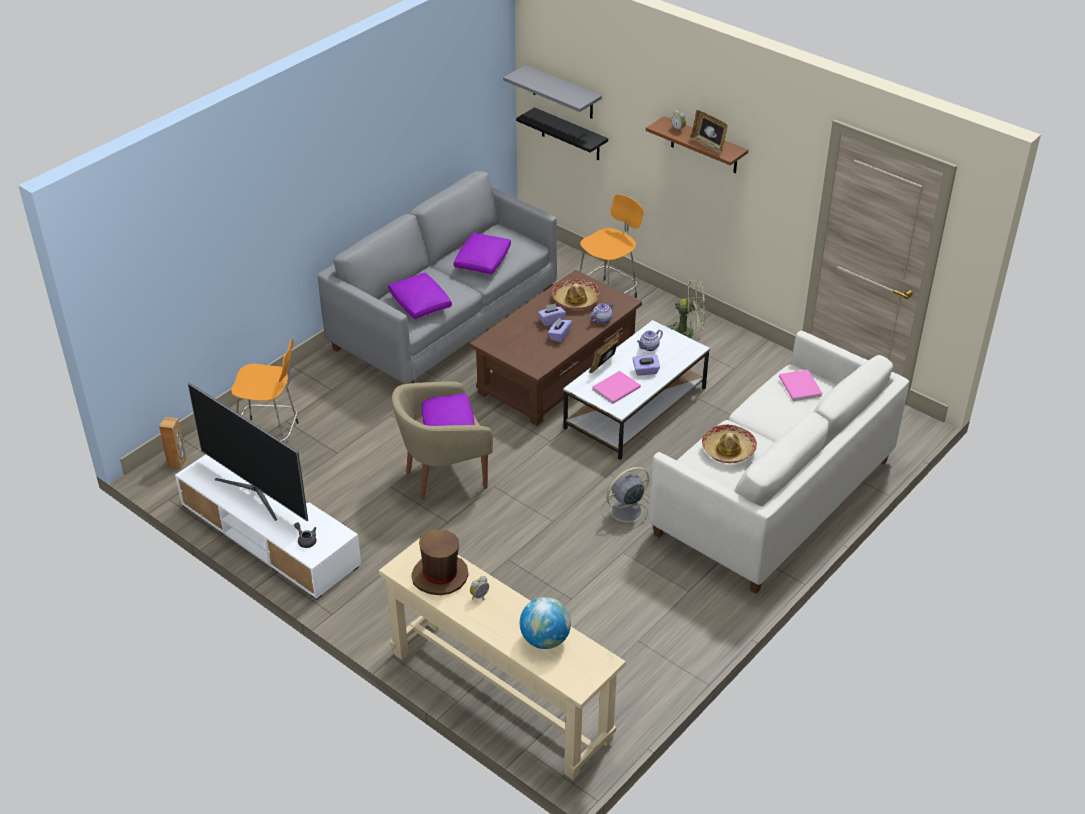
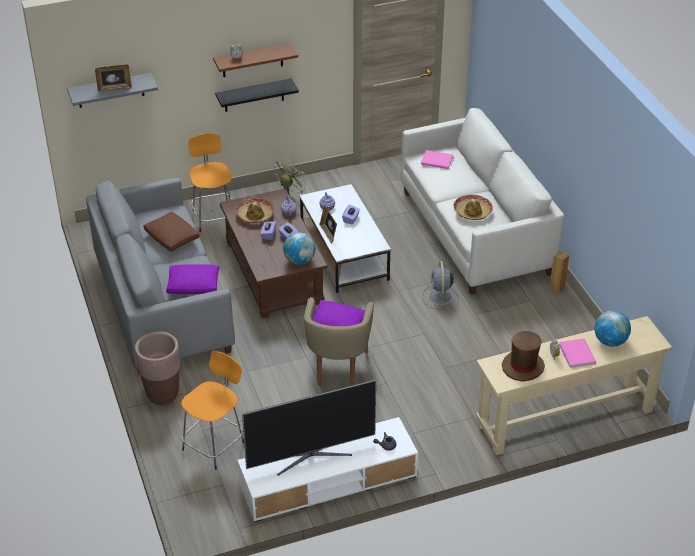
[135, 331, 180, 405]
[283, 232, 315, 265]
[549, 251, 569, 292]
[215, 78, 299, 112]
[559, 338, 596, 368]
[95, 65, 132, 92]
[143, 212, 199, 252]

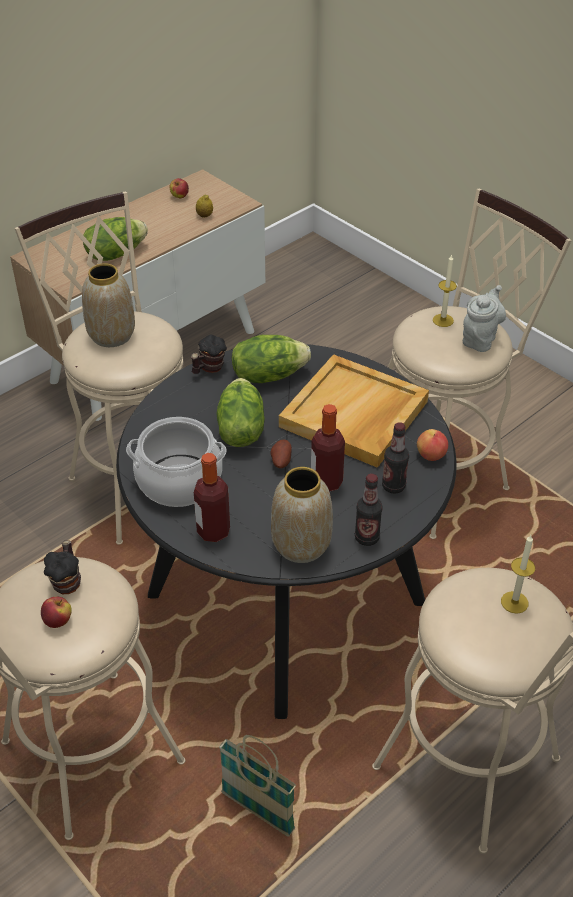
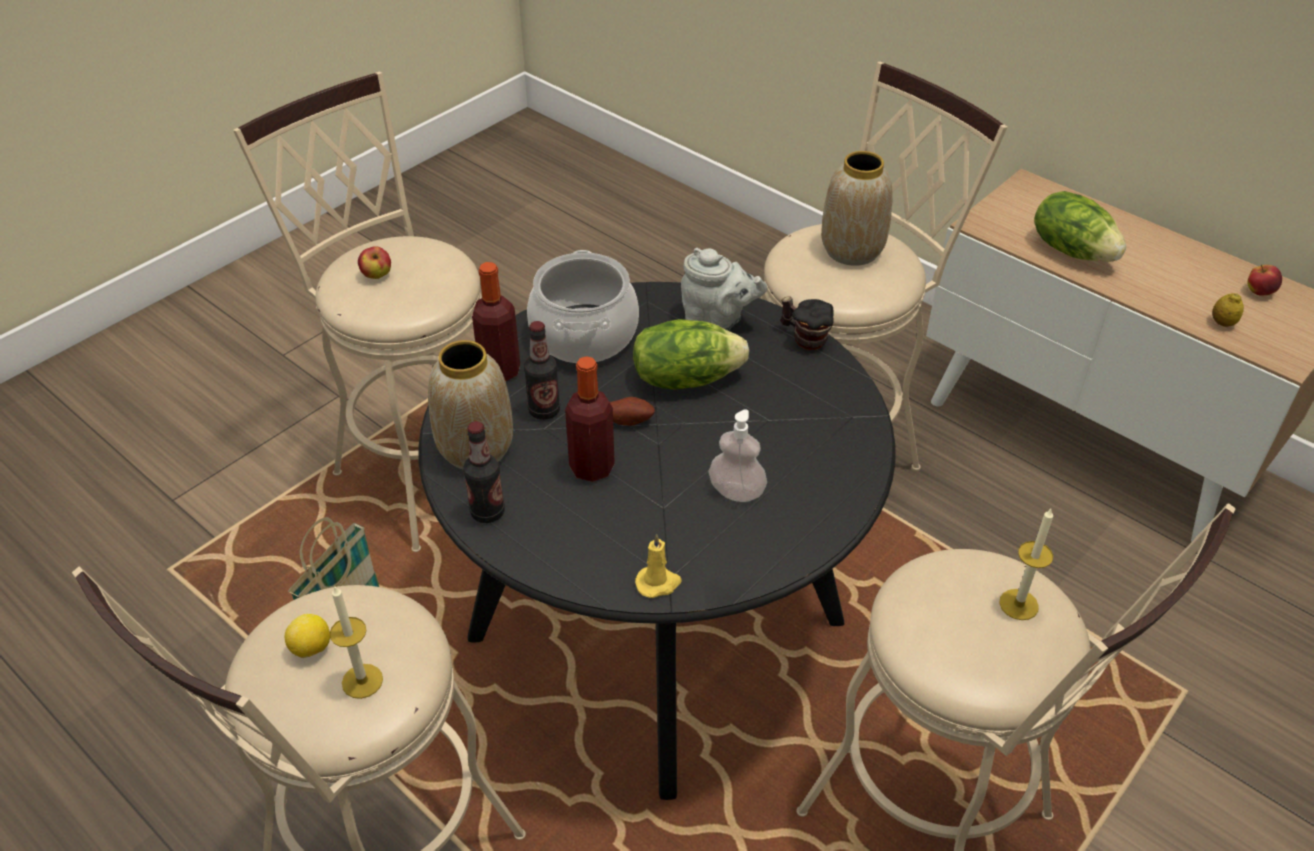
[44, 540, 81, 594] (first image)
[232, 335, 311, 383] (first image)
[285, 614, 330, 658]
[524, 321, 560, 420]
[681, 248, 768, 331]
[708, 409, 767, 502]
[635, 534, 682, 598]

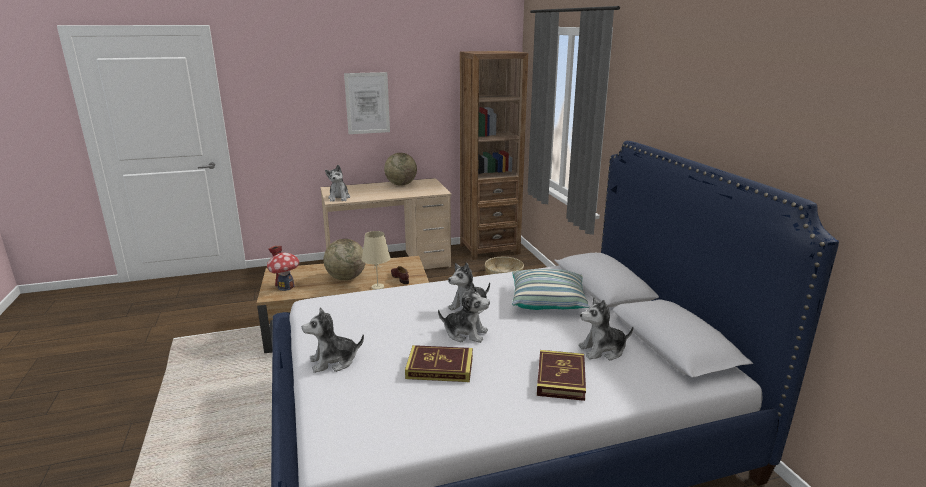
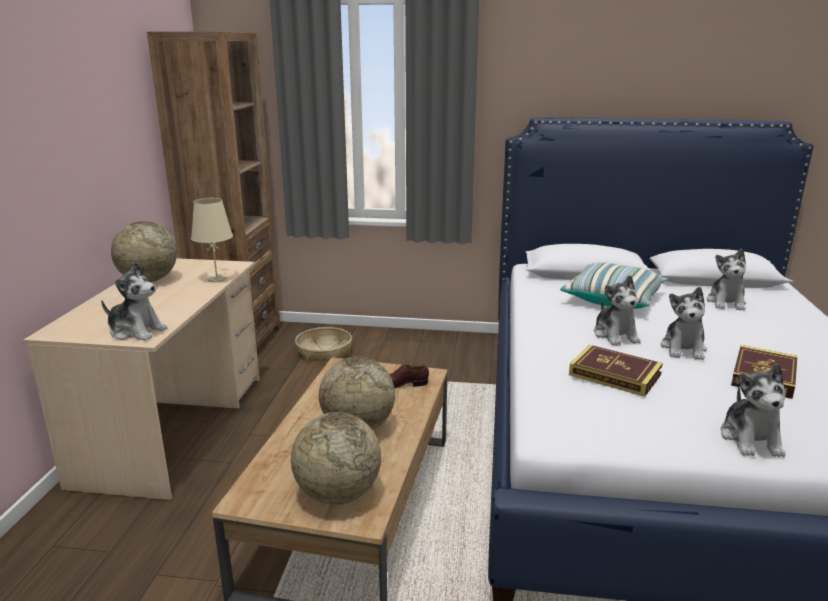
[344, 72, 390, 134] (first image)
[191, 198, 233, 282]
[569, 345, 663, 397]
[291, 412, 381, 505]
[661, 287, 707, 360]

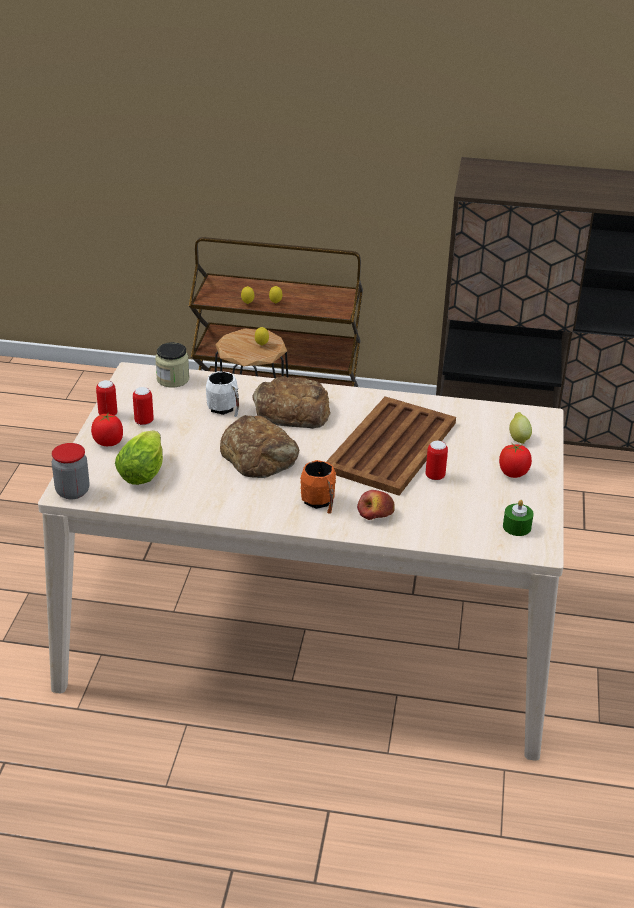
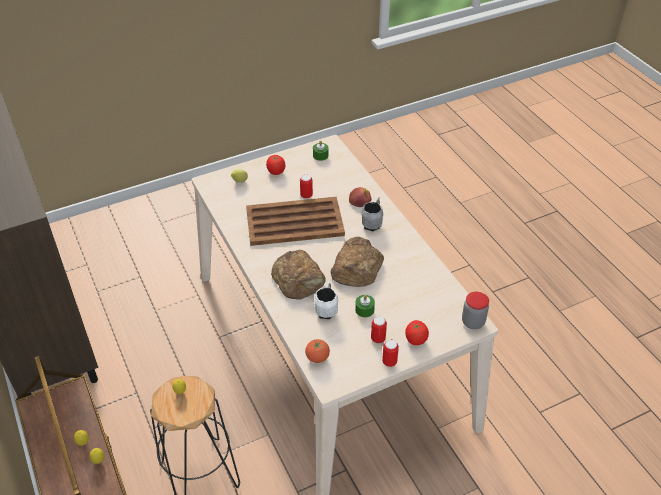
[115, 431, 163, 485] (first image)
[355, 295, 375, 318]
[305, 339, 330, 363]
[361, 197, 383, 231]

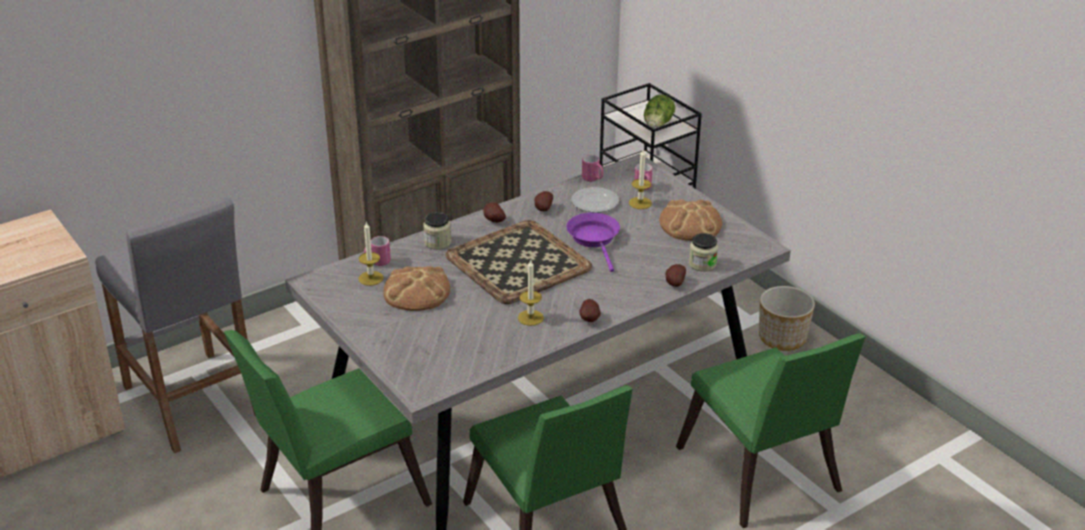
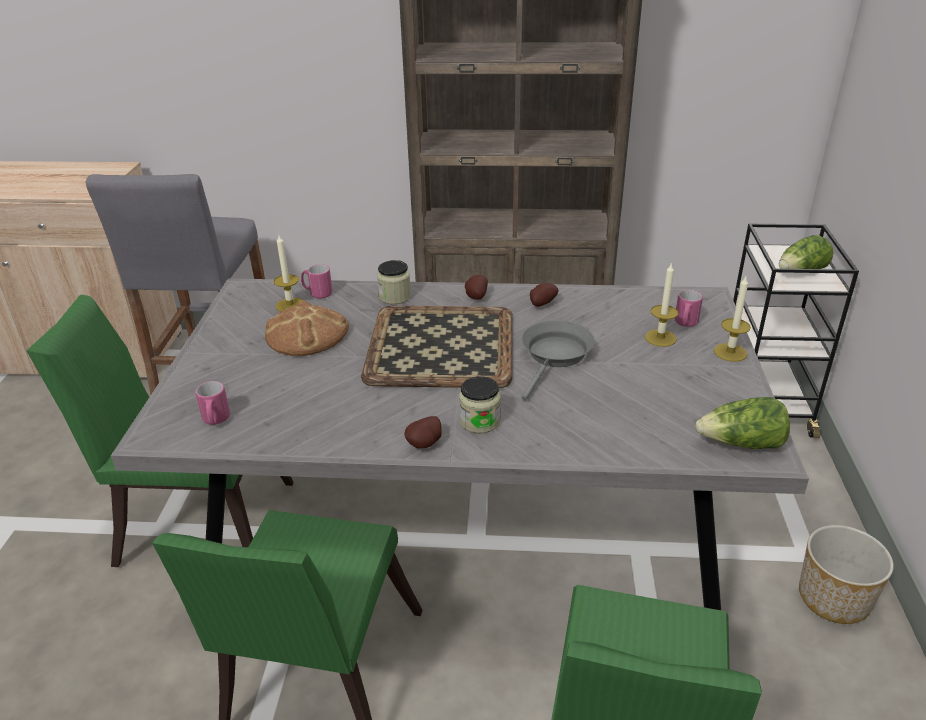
[571, 187, 619, 213] (first image)
[659, 199, 722, 241] (first image)
[665, 264, 686, 287] (first image)
[696, 397, 790, 449]
[714, 277, 751, 362]
[195, 381, 230, 425]
[459, 376, 501, 433]
[522, 320, 595, 400]

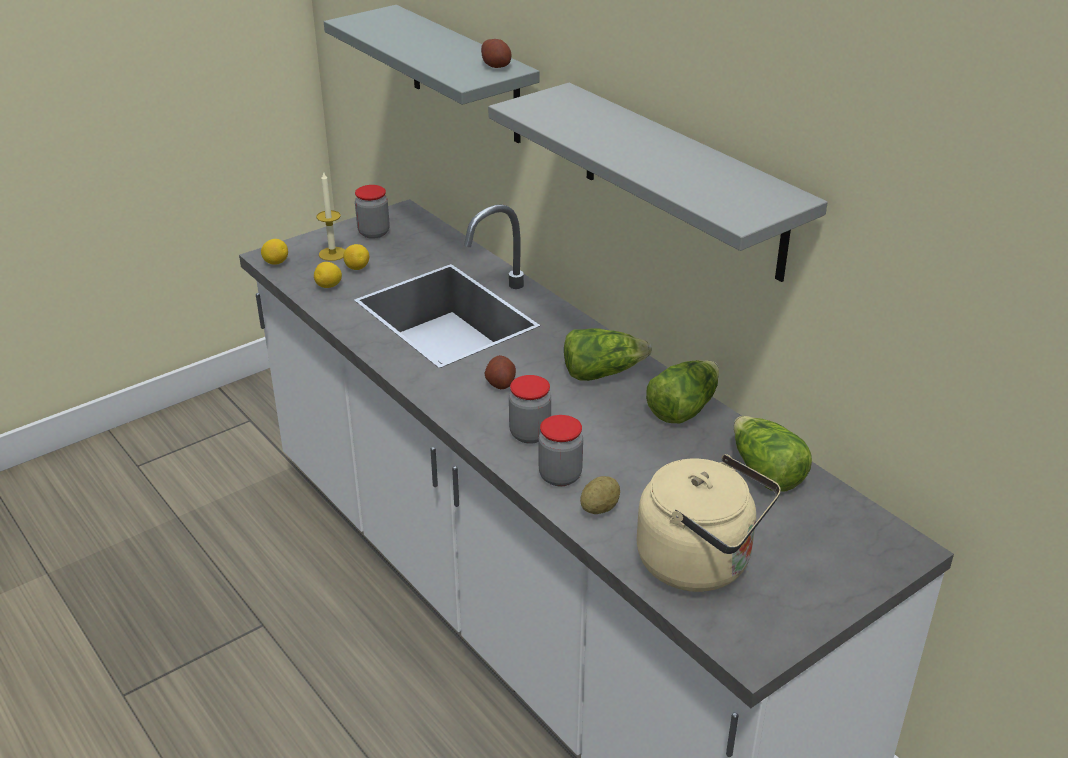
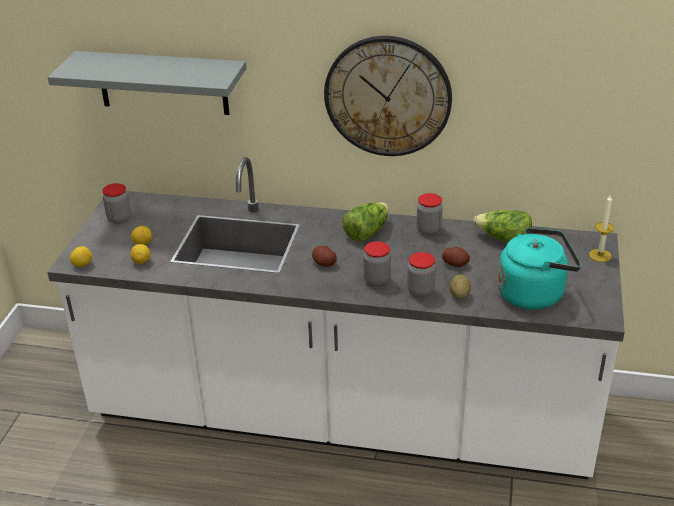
[589, 194, 615, 262]
[442, 247, 470, 267]
[324, 36, 452, 156]
[416, 193, 443, 235]
[497, 228, 581, 310]

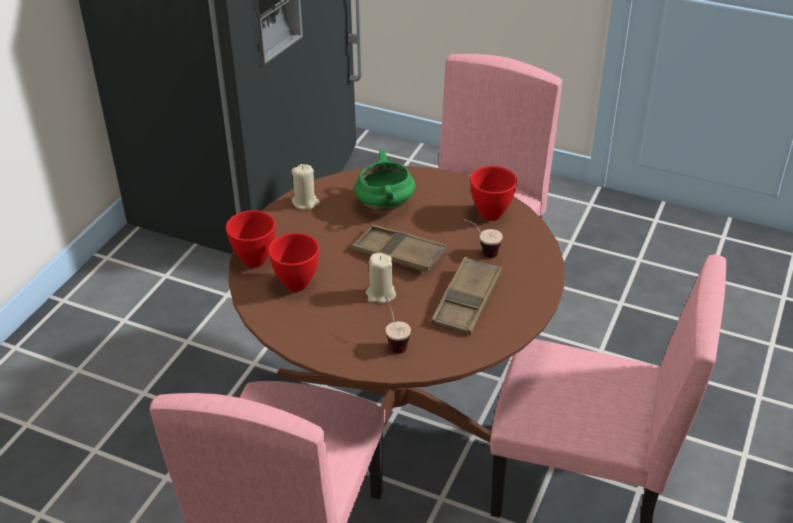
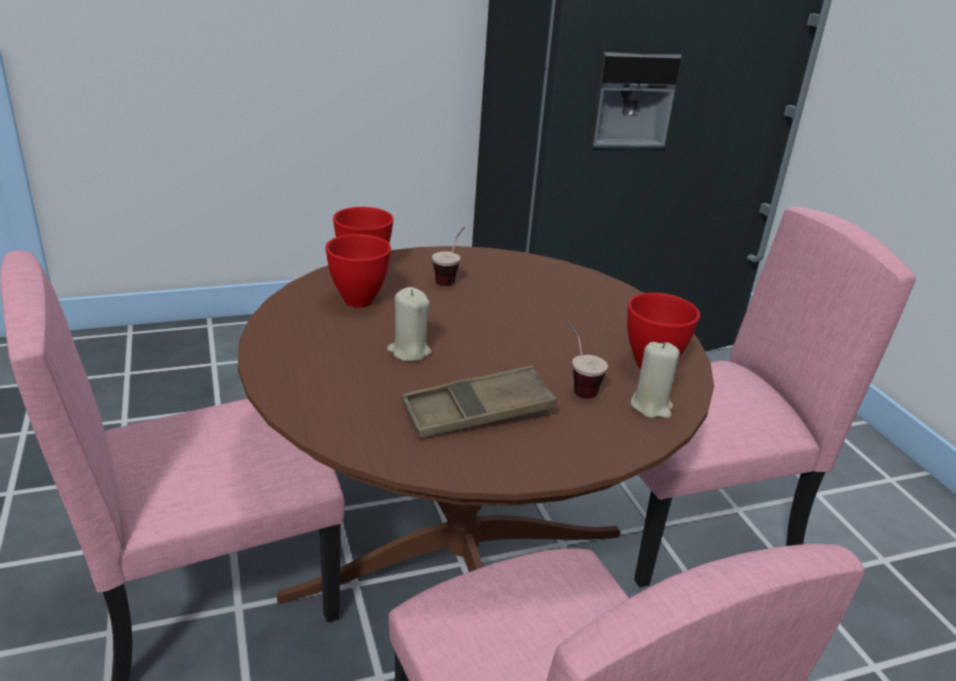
[352, 224, 447, 272] (first image)
[354, 150, 416, 211] (first image)
[631, 342, 680, 418]
[432, 227, 465, 286]

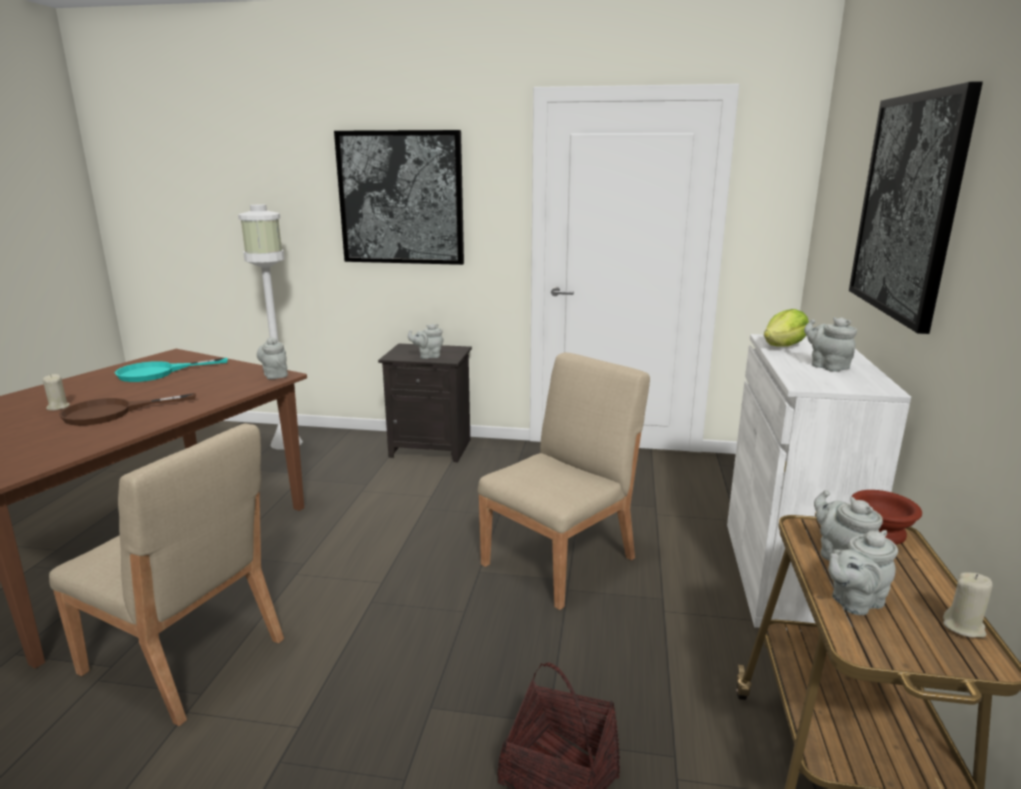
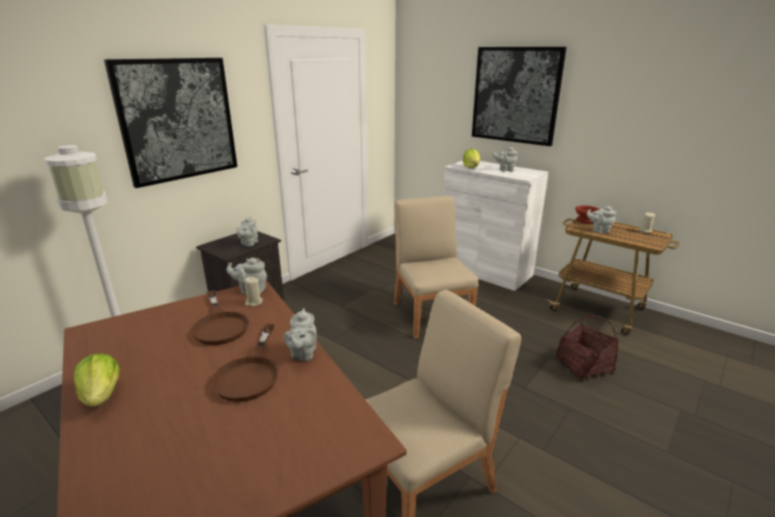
[115, 358, 228, 382] (first image)
[74, 353, 120, 407]
[191, 290, 249, 345]
[245, 277, 263, 306]
[284, 308, 317, 361]

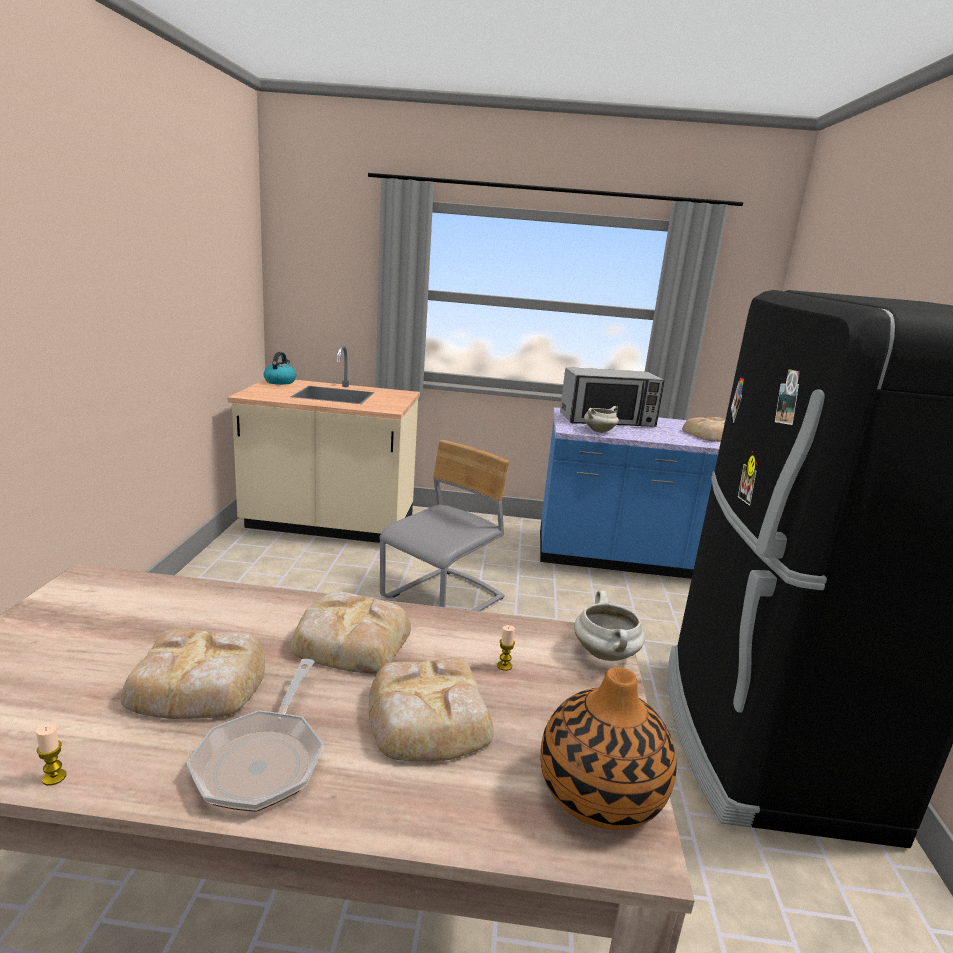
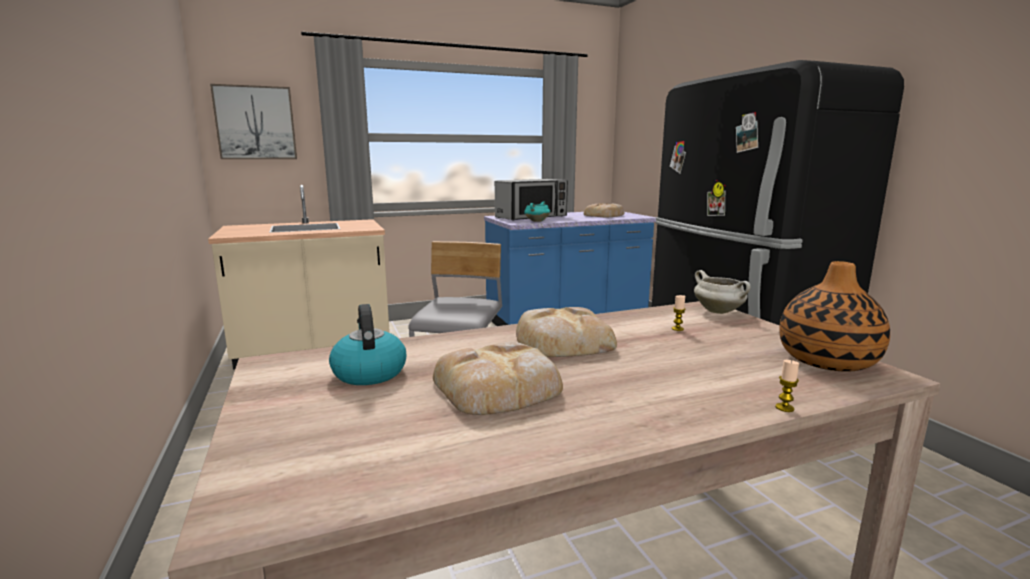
[187, 659, 324, 812] (first image)
[369, 657, 494, 762] (first image)
[210, 84, 297, 159]
[775, 360, 799, 412]
[329, 304, 406, 385]
[524, 201, 550, 222]

